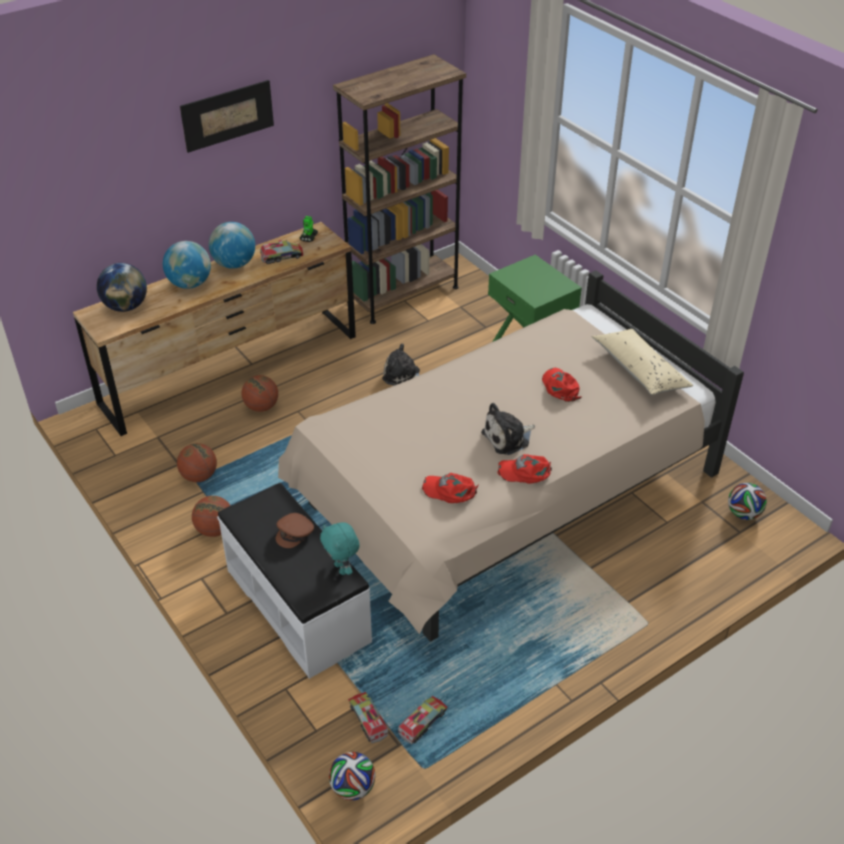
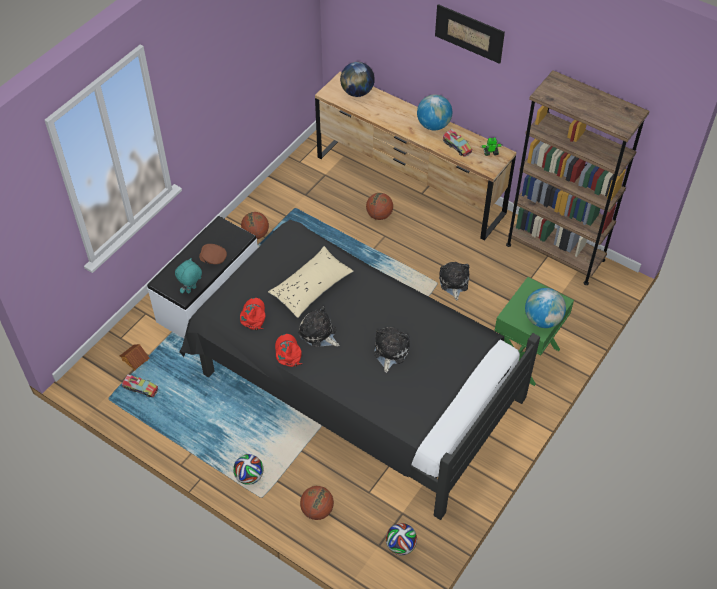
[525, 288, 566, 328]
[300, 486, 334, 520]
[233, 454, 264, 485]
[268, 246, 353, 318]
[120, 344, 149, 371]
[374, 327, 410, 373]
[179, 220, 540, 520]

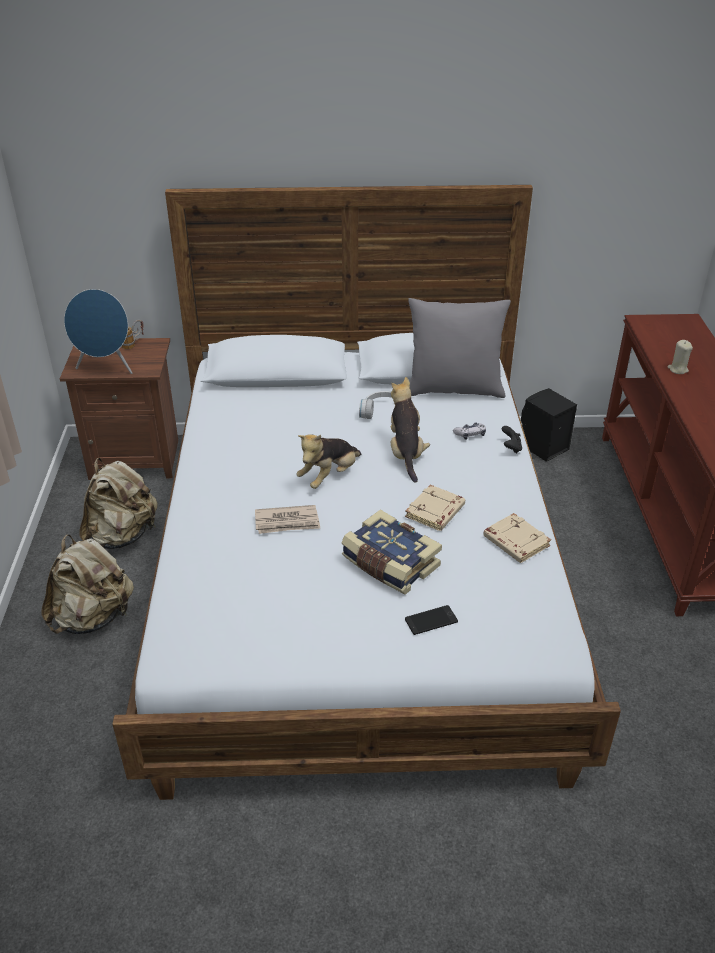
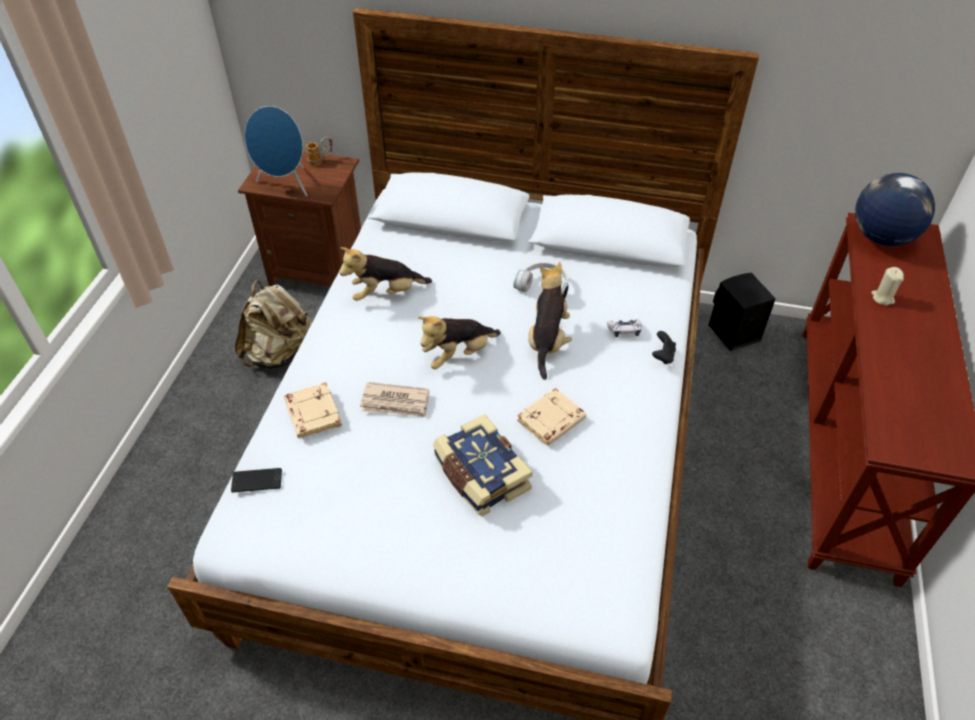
[41, 534, 134, 634] (first image)
[408, 298, 511, 398] (first image)
[340, 247, 432, 301]
[855, 173, 935, 246]
[231, 468, 282, 493]
[284, 382, 342, 439]

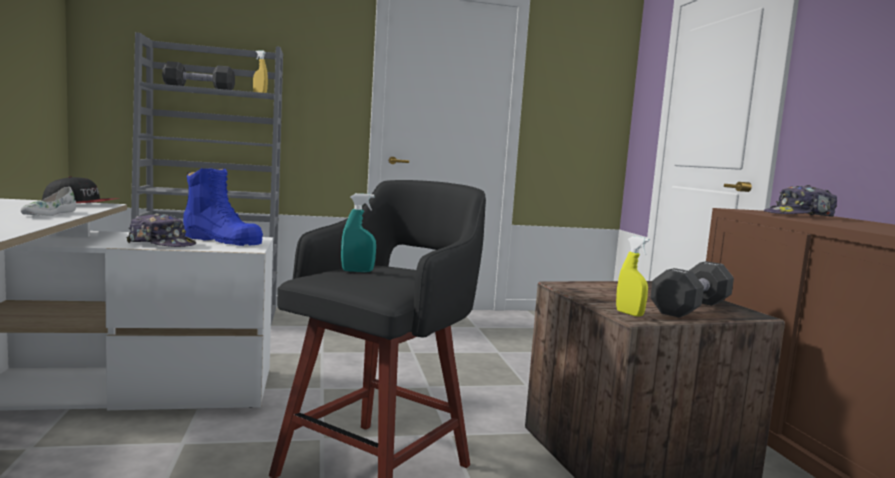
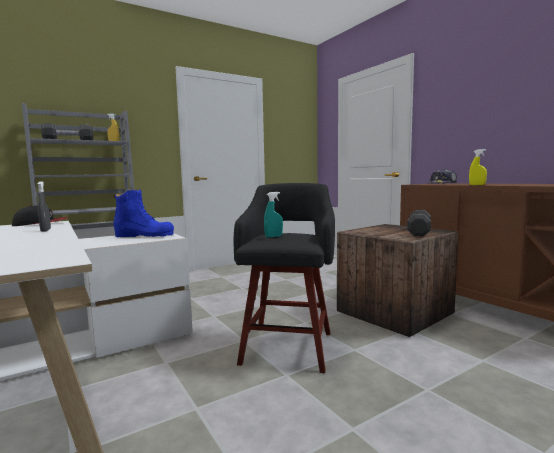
[127, 213, 196, 247] (first image)
[469, 149, 487, 185]
[38, 181, 51, 232]

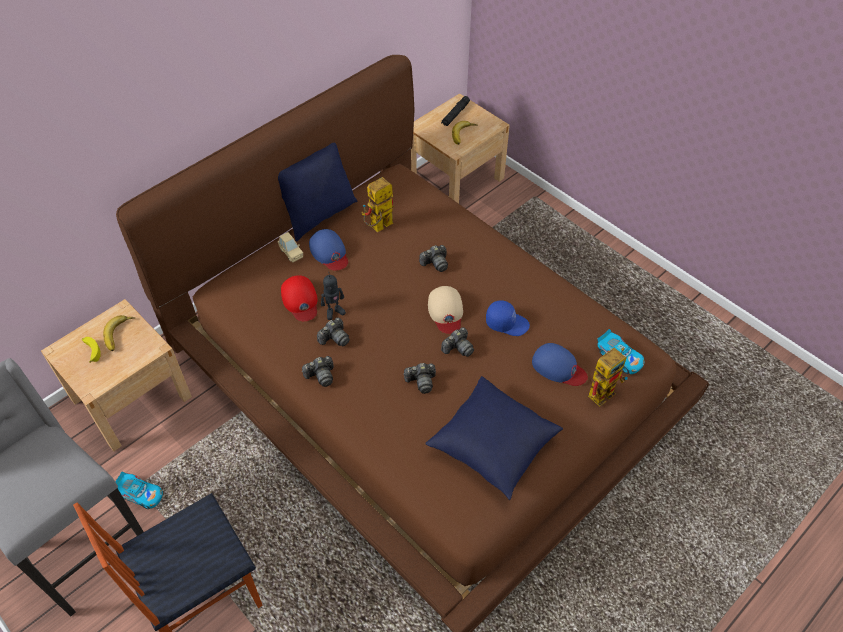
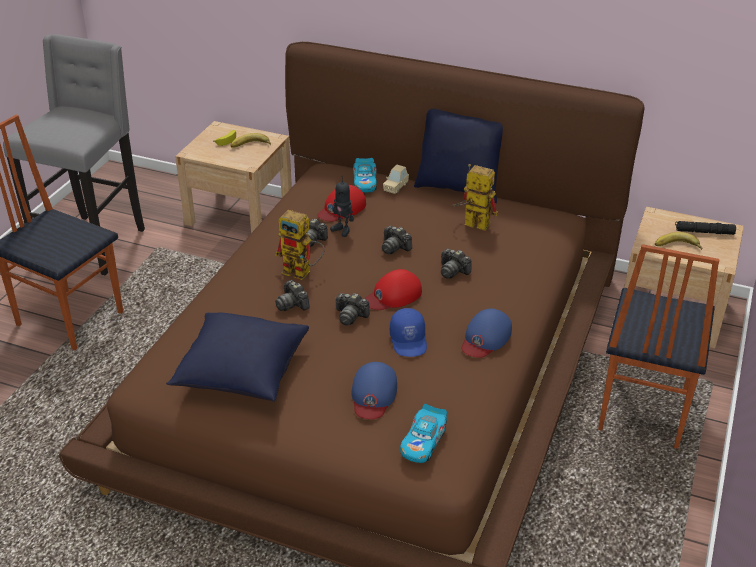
[598, 244, 720, 449]
[353, 158, 377, 193]
[382, 225, 412, 254]
[461, 308, 512, 358]
[275, 210, 325, 280]
[365, 269, 422, 310]

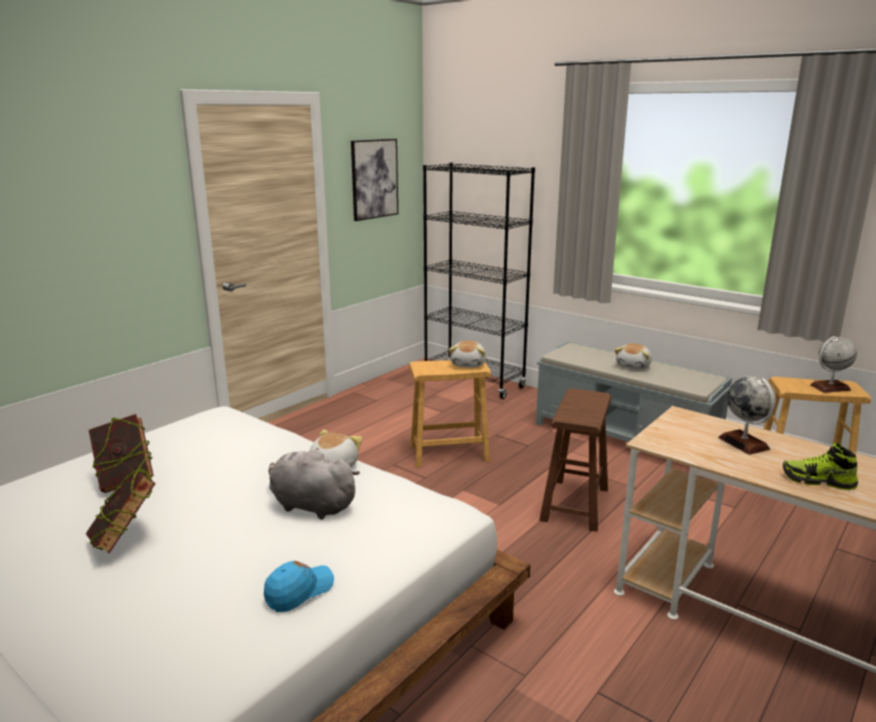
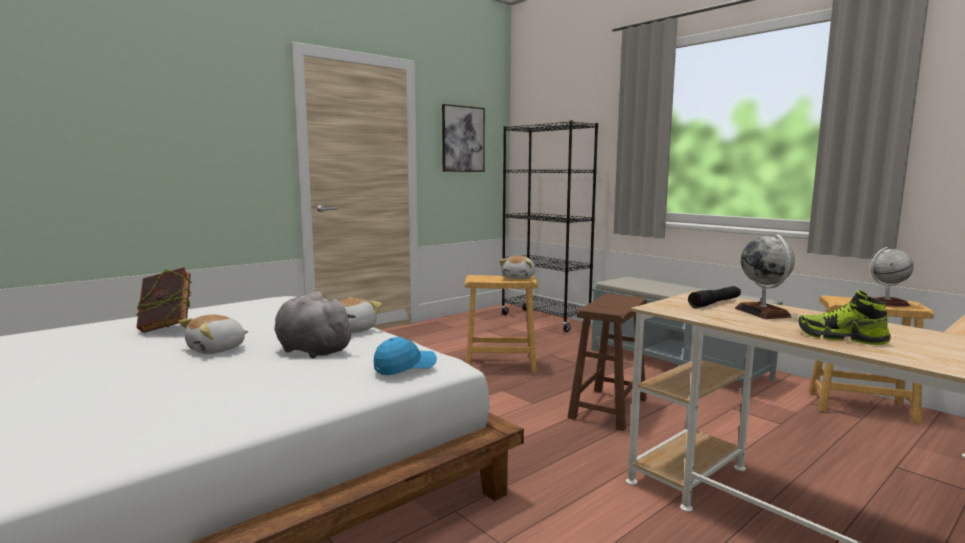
[86, 468, 156, 553] (first image)
[688, 286, 741, 308]
[374, 337, 437, 375]
[179, 315, 248, 354]

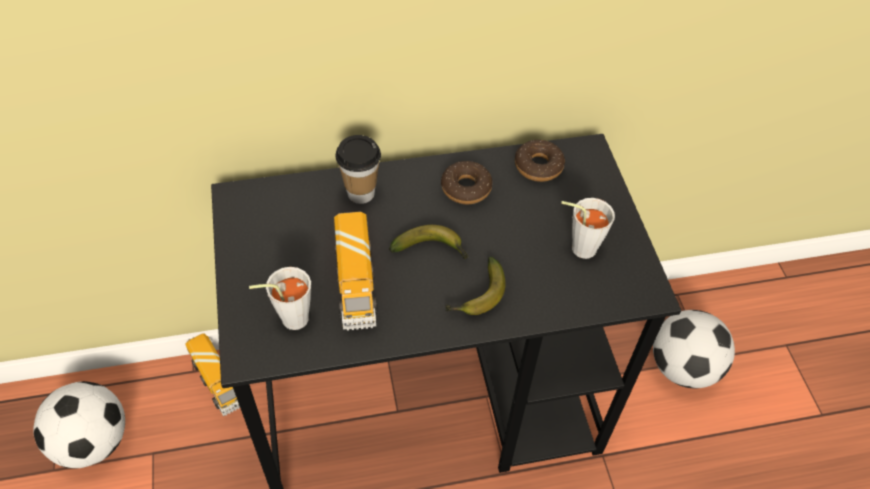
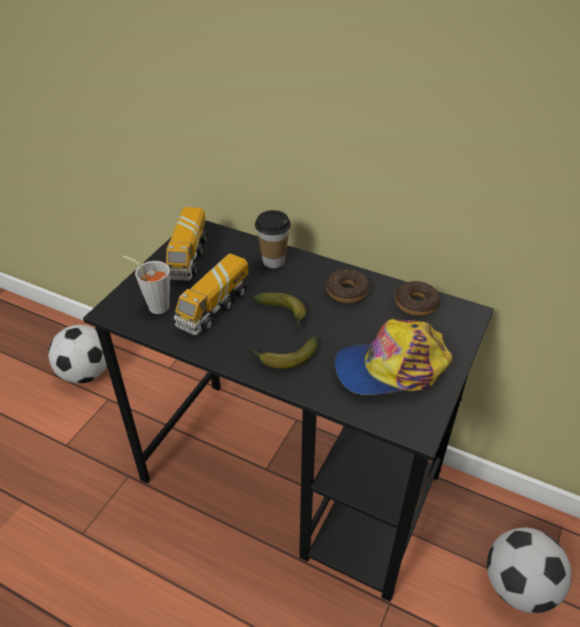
[166, 207, 207, 281]
[334, 319, 452, 395]

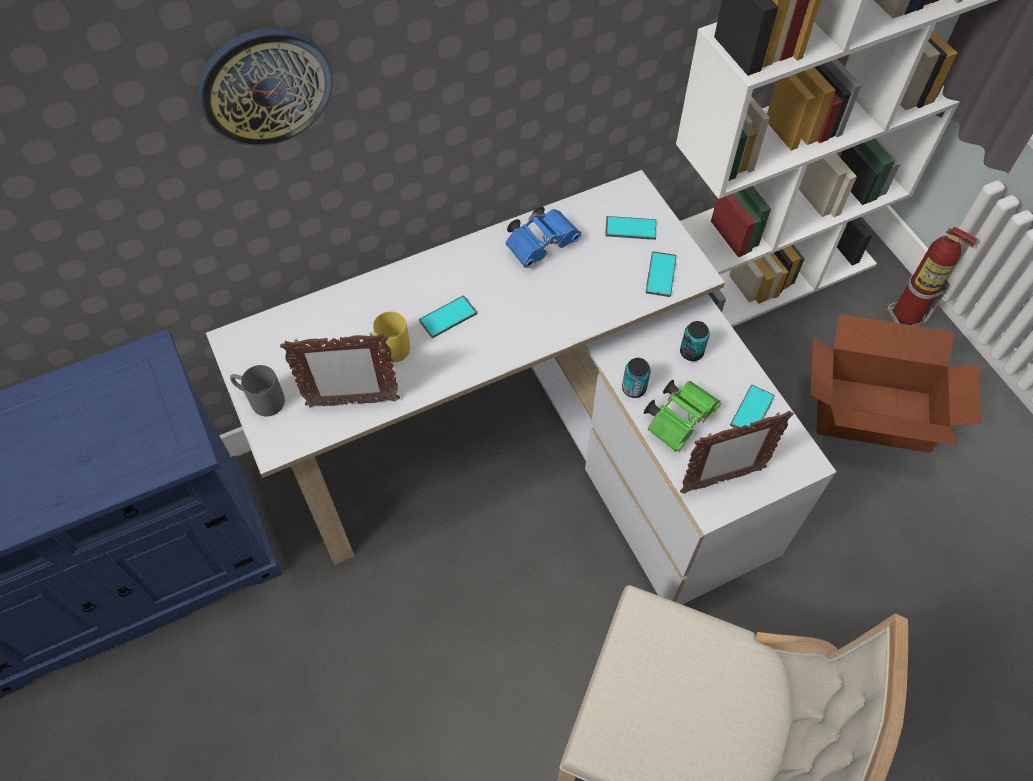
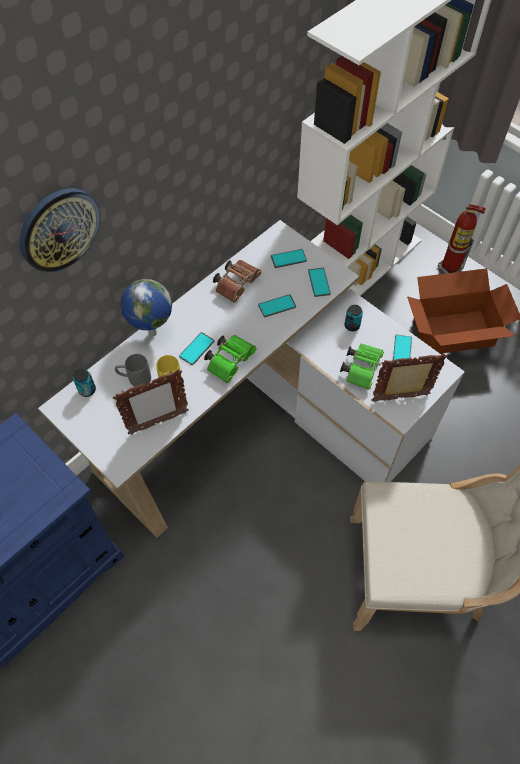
[120, 279, 172, 336]
[204, 335, 256, 383]
[258, 294, 296, 317]
[115, 354, 151, 387]
[73, 369, 96, 397]
[213, 260, 262, 303]
[371, 354, 448, 402]

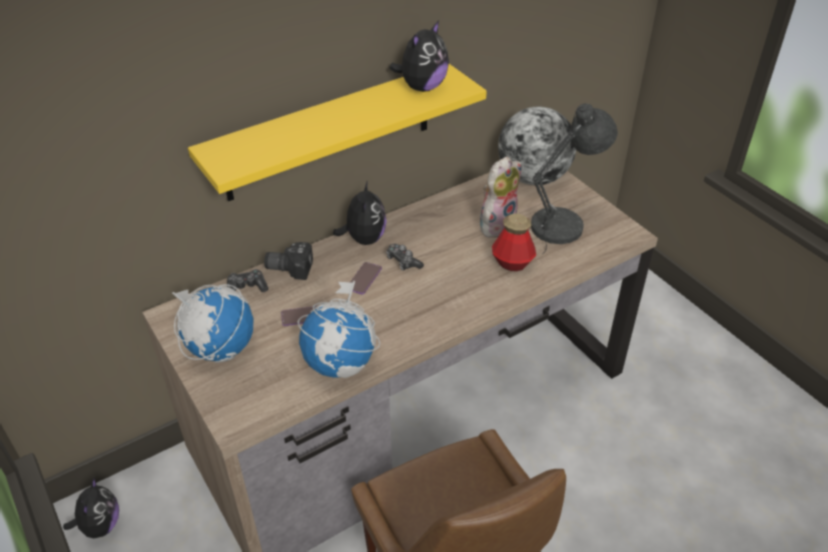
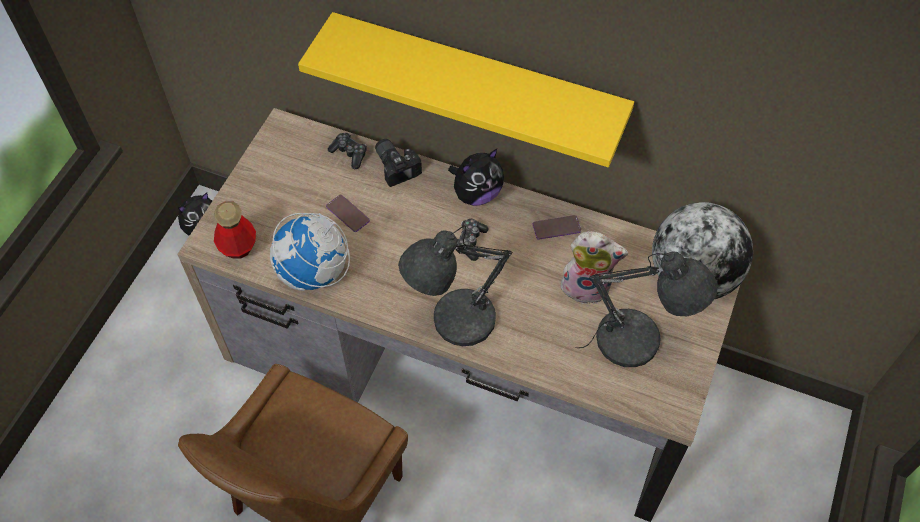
[172, 284, 253, 363] (first image)
[389, 20, 449, 92] (first image)
[398, 225, 512, 346]
[533, 215, 581, 240]
[214, 201, 256, 259]

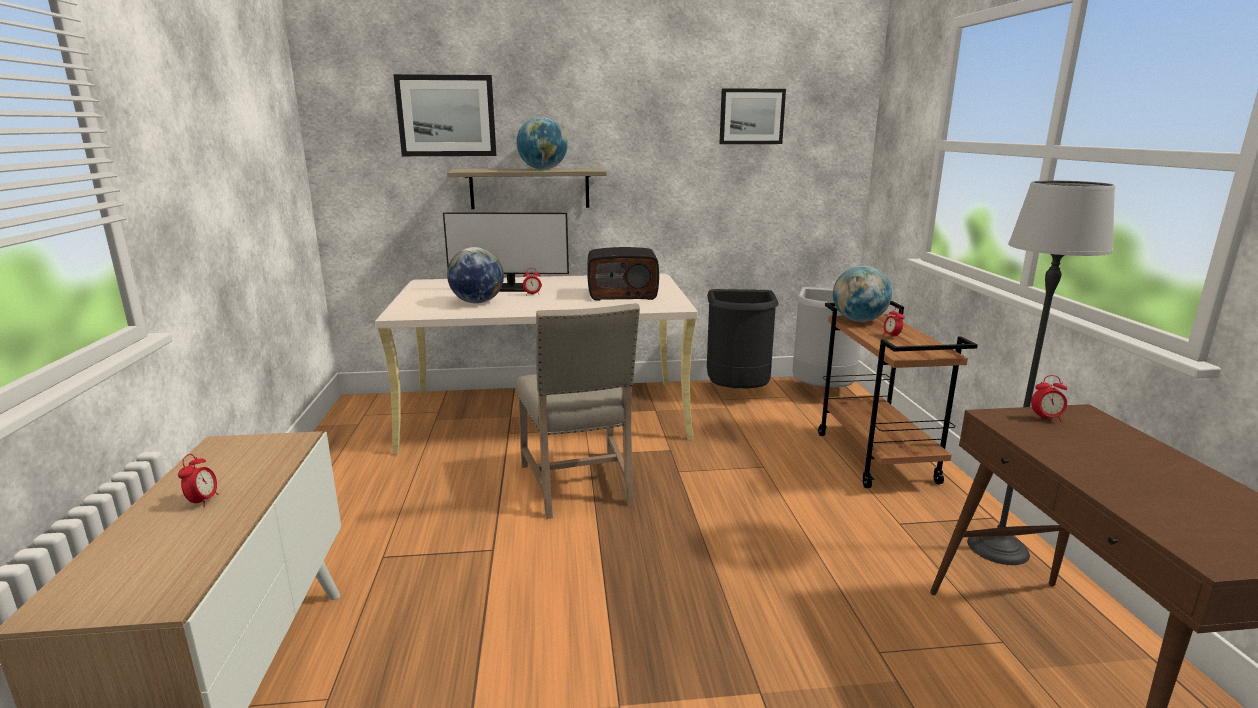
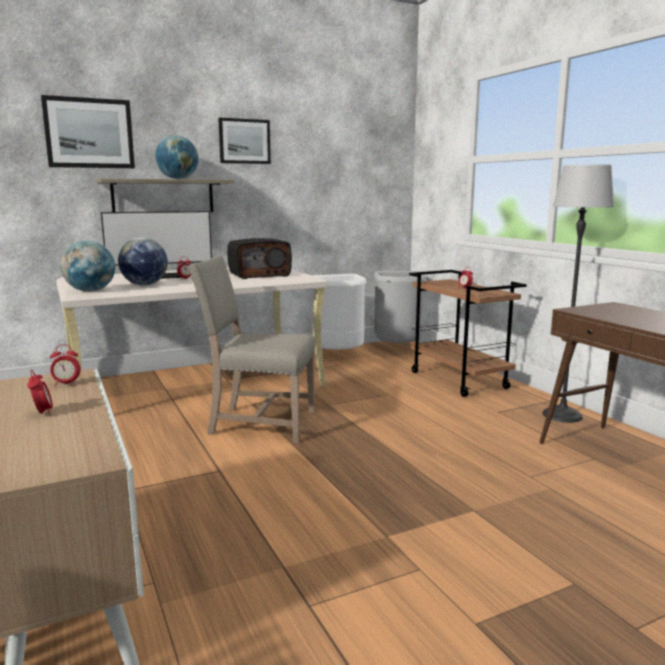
[218, 118, 271, 164]
[60, 241, 115, 292]
[50, 344, 81, 386]
[311, 274, 367, 350]
[188, 255, 316, 443]

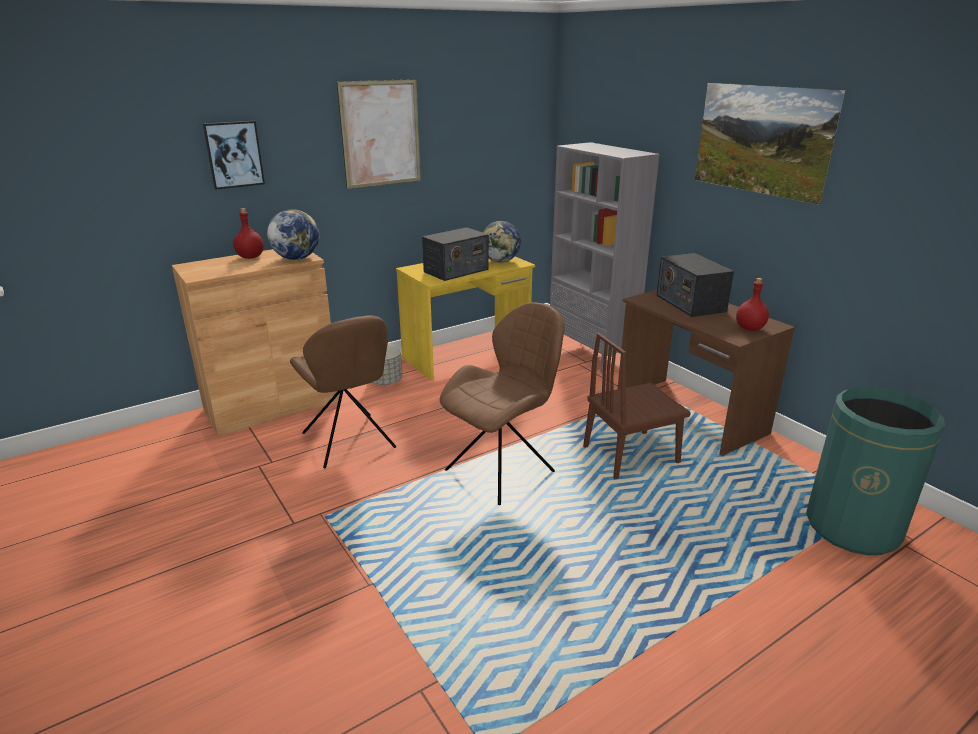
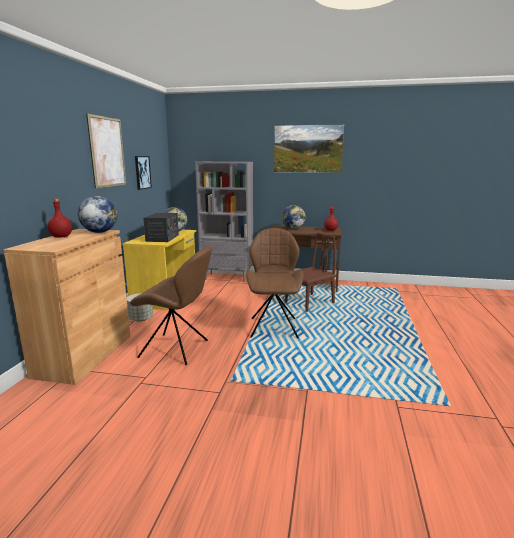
[806, 387, 945, 555] (first image)
[135, 156, 152, 190]
[282, 205, 306, 229]
[285, 233, 336, 312]

